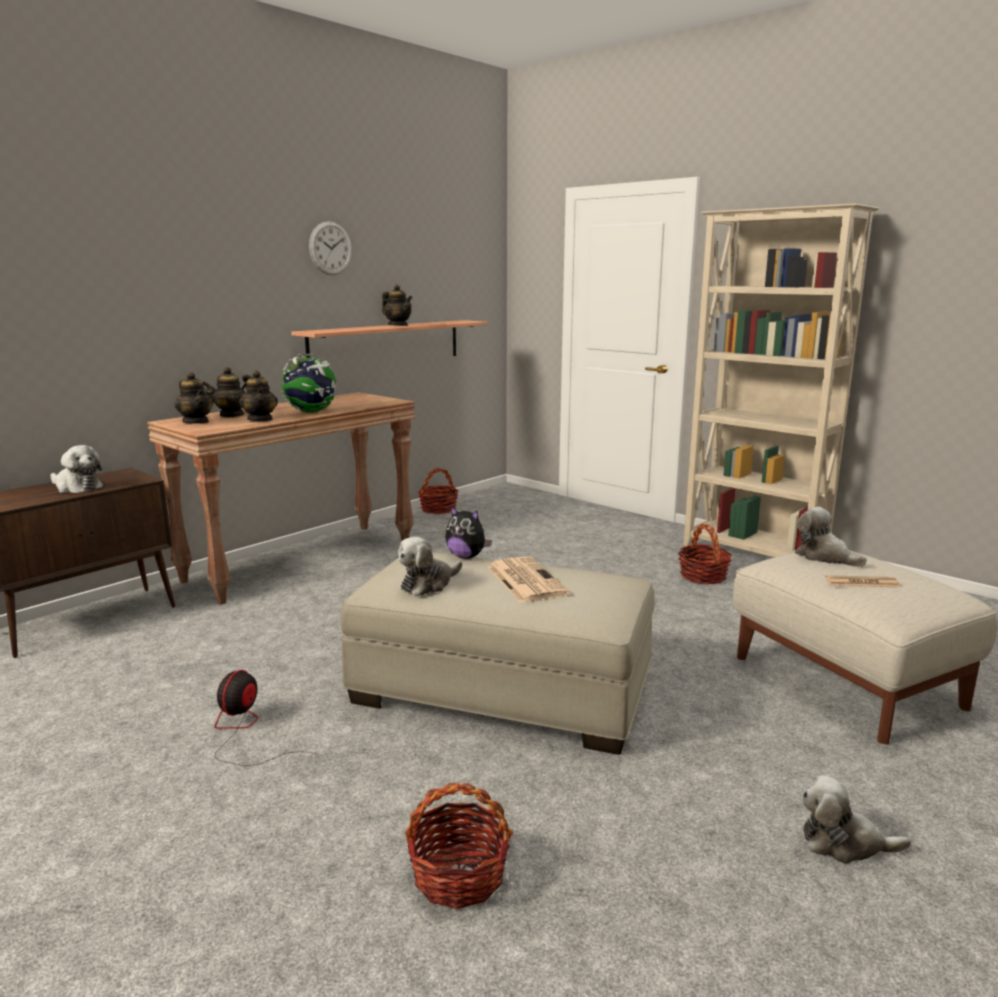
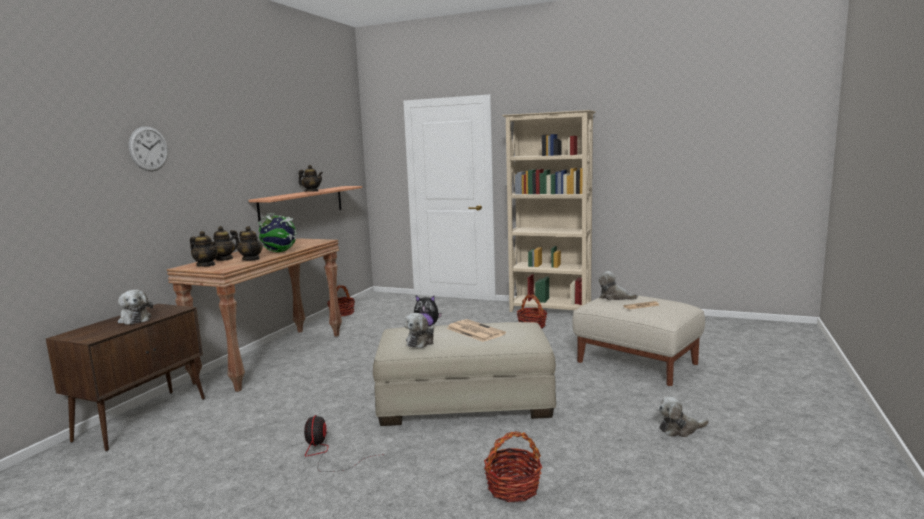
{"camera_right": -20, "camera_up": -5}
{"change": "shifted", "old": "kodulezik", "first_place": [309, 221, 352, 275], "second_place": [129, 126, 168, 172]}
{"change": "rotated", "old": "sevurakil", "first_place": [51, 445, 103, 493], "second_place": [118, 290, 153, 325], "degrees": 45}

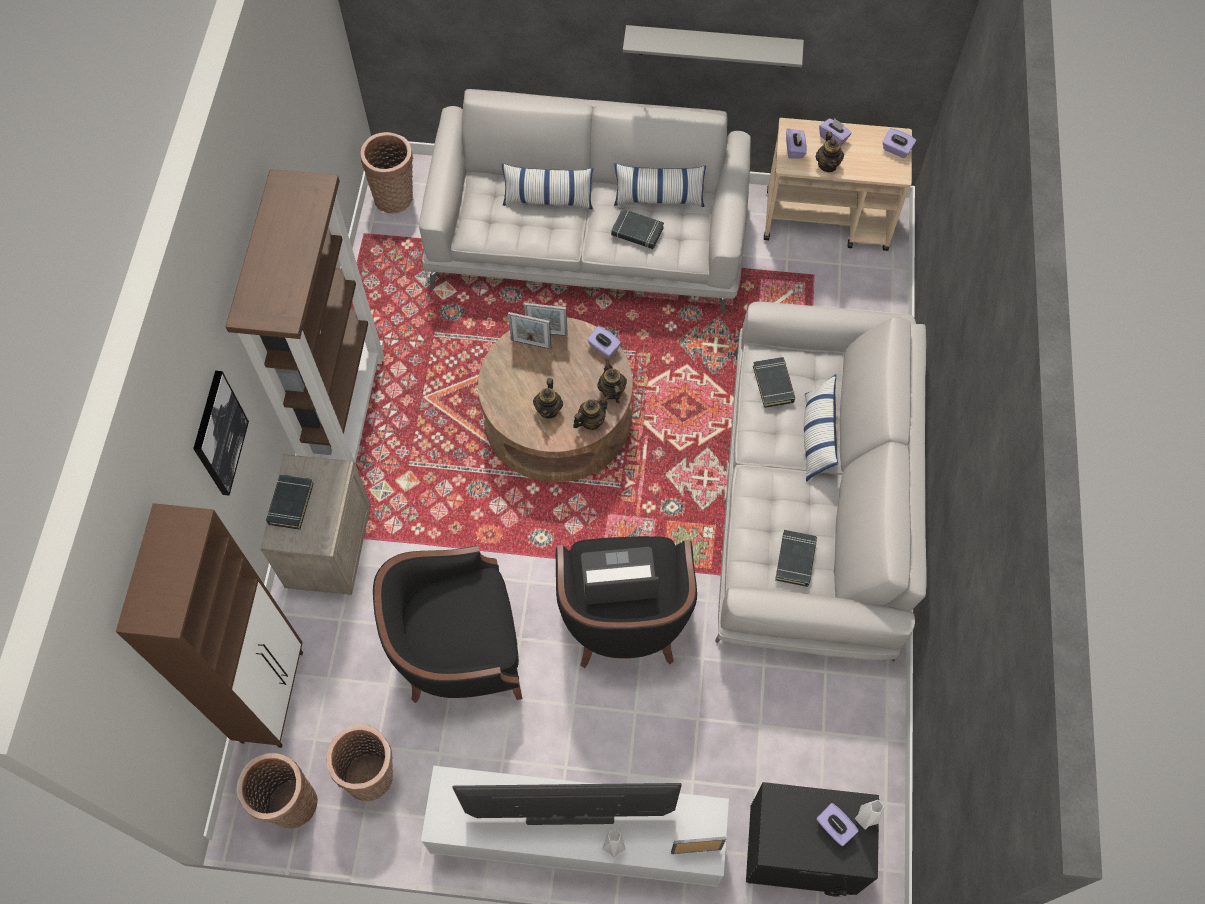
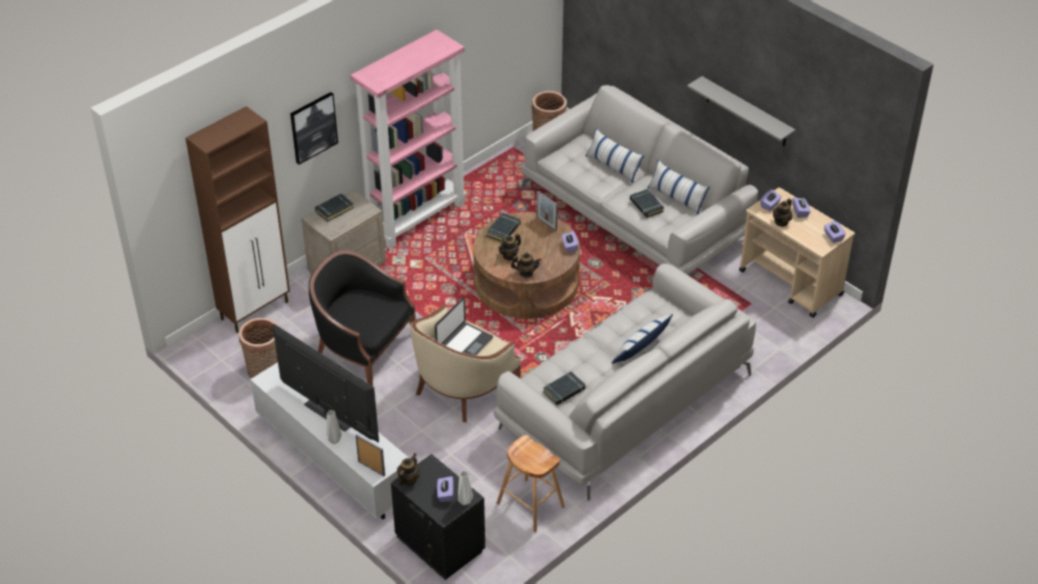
{"camera_right": 40, "camera_up": -20}
{"change": "repainted", "old": "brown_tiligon", "new": "pink_tiligon", "first_place": [226, 169, 384, 471], "second_place": [350, 29, 467, 249]}
{"change": "gone", "old": "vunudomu", "first_place": [508, 312, 552, 350]}
{"change": "shifted", "old": "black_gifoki", "first_place": [753, 357, 795, 408], "second_place": [487, 213, 521, 242]}
{"change": "shifted", "old": "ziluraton", "first_place": [598, 359, 627, 403], "second_place": [397, 453, 420, 486]}
{"change": "repainted", "old": "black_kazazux", "new": "beige_kazazux", "first_place": [556, 536, 697, 668], "second_place": [410, 305, 521, 422]}
{"change": "rotated", "old": "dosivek", "first_place": [581, 547, 660, 604], "second_place": [435, 298, 493, 355], "degrees": 90}
{"change": "gone", "old": "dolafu", "first_place": [236, 753, 318, 828]}
{"change": "new", "new": "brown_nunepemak", "second_place": [497, 435, 565, 532]}

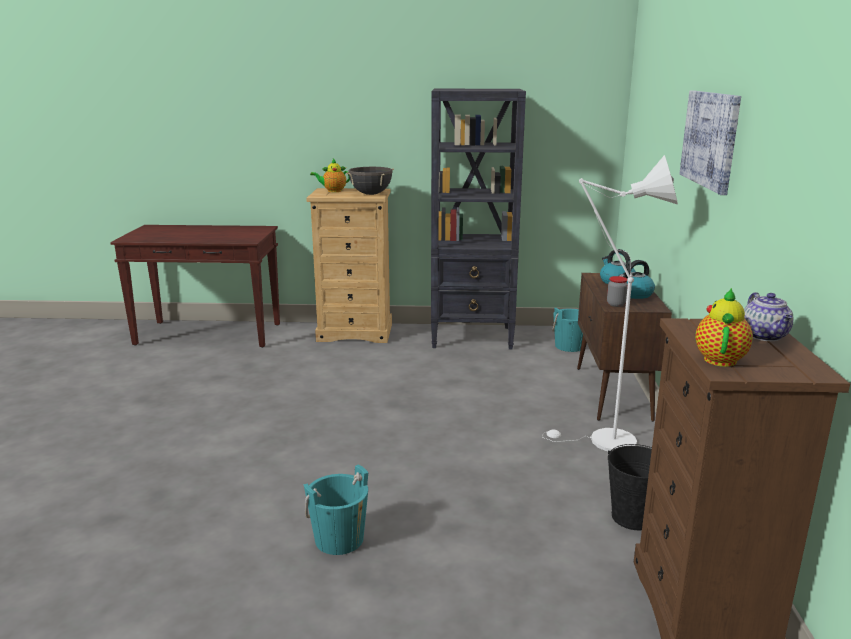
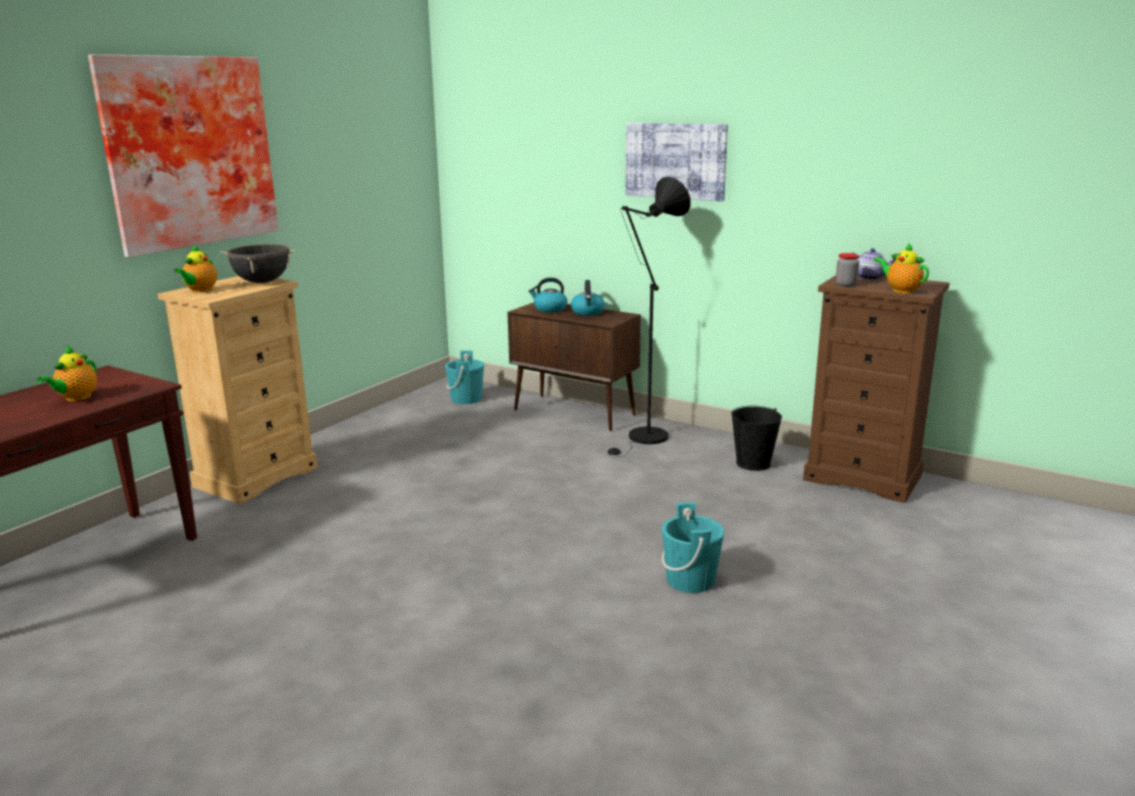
{"camera_right": -60, "camera_up": 0}
{"change": "gone", "old": "black_tiligon", "first_place": [431, 89, 526, 349]}
{"change": "repainted", "old": "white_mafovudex", "new": "black_mafovudex", "first_place": [542, 155, 678, 451], "second_place": [607, 177, 691, 457]}
{"change": "shifted", "old": "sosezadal", "first_place": [607, 276, 628, 307], "second_place": [836, 253, 860, 287]}
{"change": "new", "new": "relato", "second_place": [88, 54, 279, 257]}
{"change": "new", "new": "ziluraton", "second_place": [37, 345, 97, 401]}

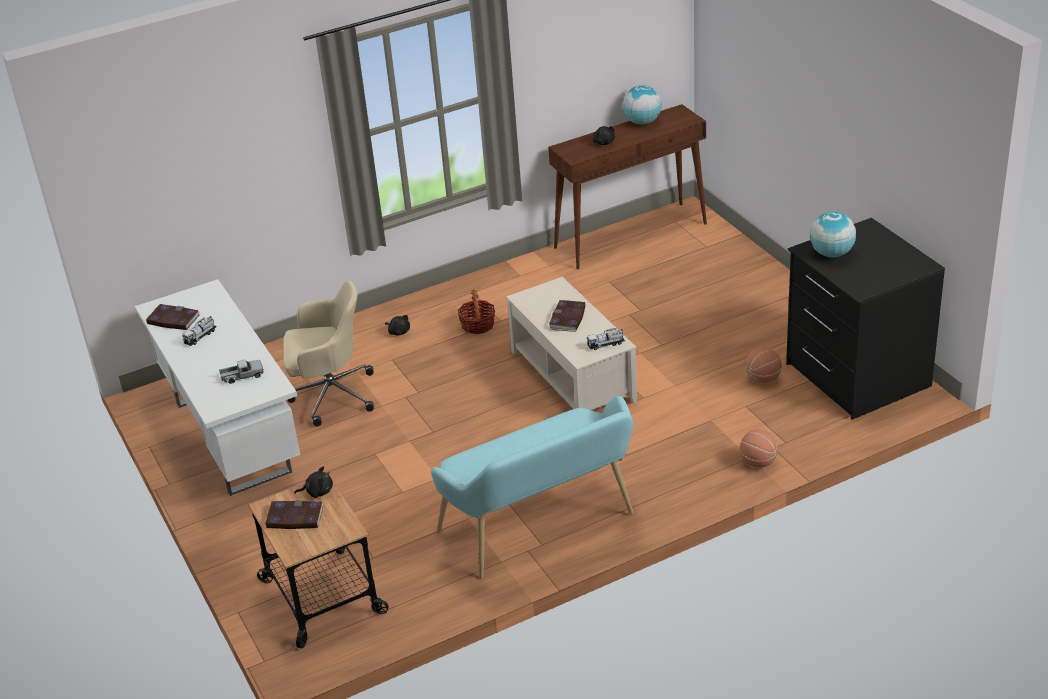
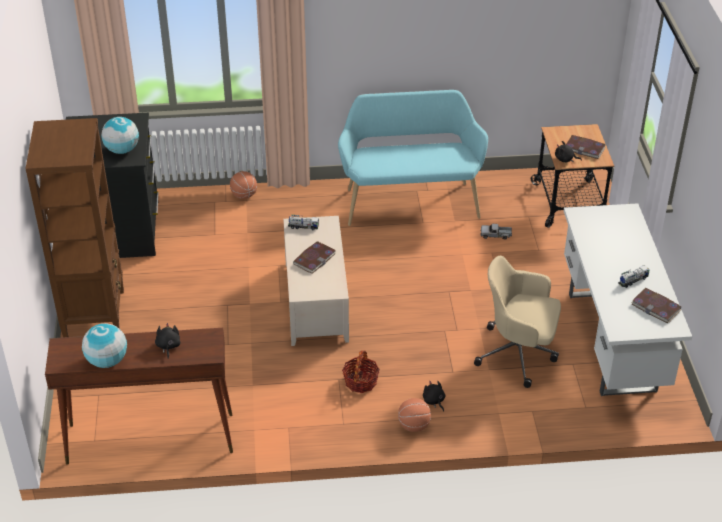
{"camera_right": -160, "camera_up": 5}
{"change": "shifted", "old": "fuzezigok", "first_place": [746, 347, 782, 383], "second_place": [398, 398, 431, 432]}
{"change": "shifted", "old": "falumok", "first_place": [219, 360, 264, 384], "second_place": [480, 224, 512, 239]}
{"change": "new", "new": "brown_tiligon", "second_place": [25, 118, 124, 337]}

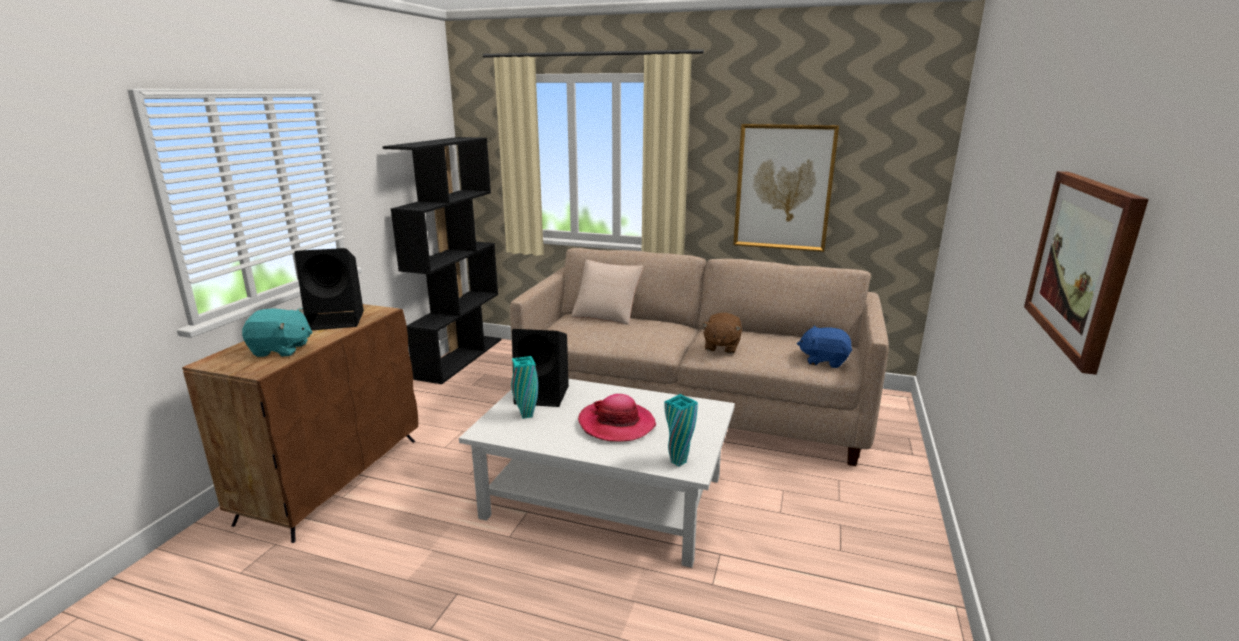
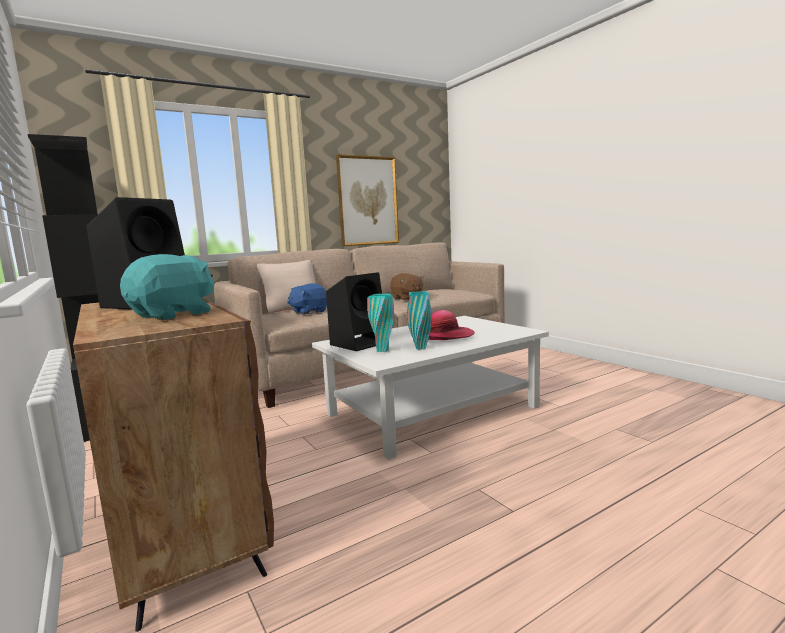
{"camera_right": -50, "camera_up": -10}
{"change": "gone", "old": "relato", "first_place": [1024, 171, 1149, 375]}
{"change": "shifted", "old": "blue_sevurakil", "first_place": [797, 326, 852, 368], "second_place": [287, 283, 327, 315]}
{"change": "shifted", "old": "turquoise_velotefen", "first_place": [664, 394, 698, 467], "second_place": [407, 291, 432, 350]}

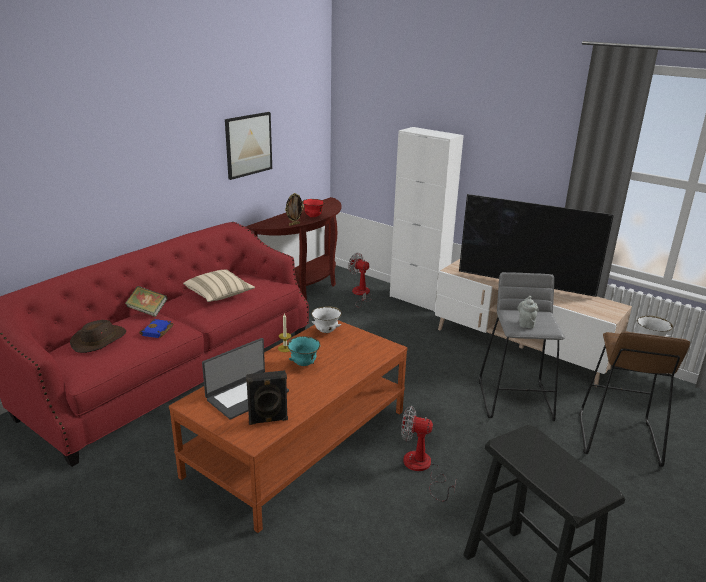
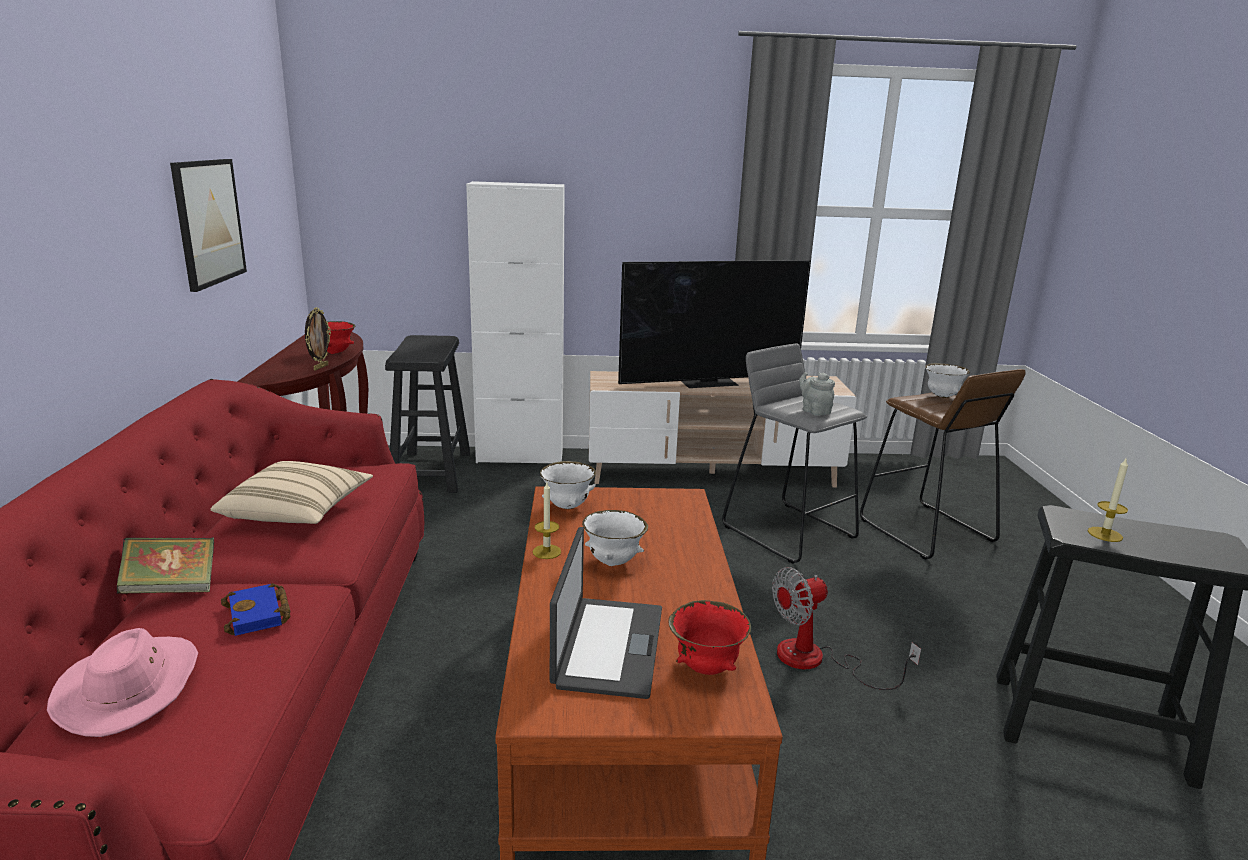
{"camera_right": -40, "camera_up": -5}
{"change": "swapped", "old": "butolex", "new": "black_nunepemak", "first_place": [348, 253, 372, 308], "second_place": [385, 335, 470, 493]}
{"change": "repainted", "old": "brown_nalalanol", "new": "pink_nalalanol", "first_place": [70, 320, 126, 353], "second_place": [47, 628, 198, 737]}
{"change": "repainted", "old": "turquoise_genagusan", "new": "white_genagusan", "first_place": [287, 336, 320, 366], "second_place": [582, 510, 648, 566]}
{"change": "swapped", "old": "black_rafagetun", "new": "red_genagusan", "first_place": [246, 370, 288, 425], "second_place": [669, 600, 751, 675]}
{"change": "new", "new": "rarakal", "second_place": [1088, 459, 1128, 542]}

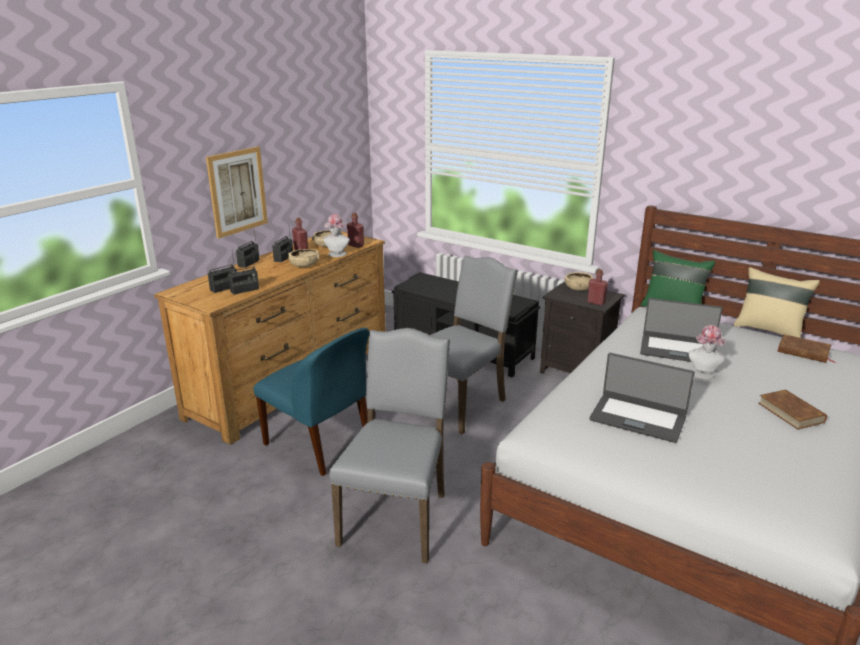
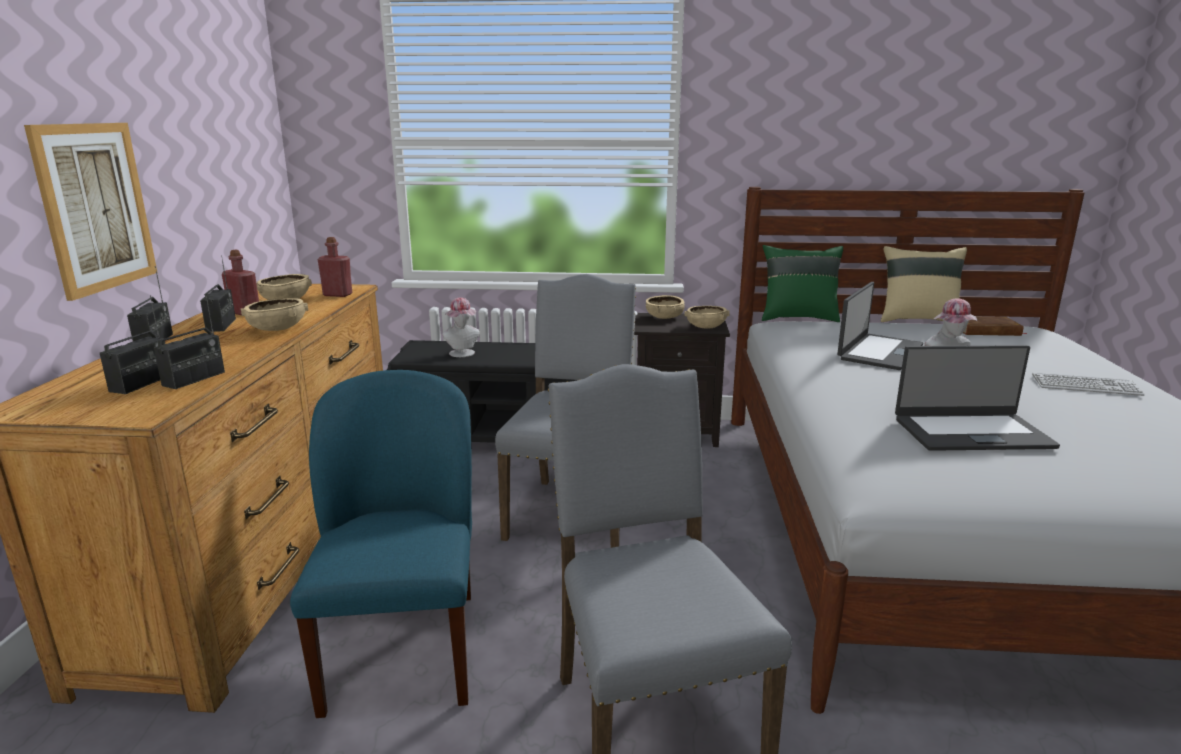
{"camera_right": -30, "camera_up": -5}
{"change": "shifted", "old": "nalalanol", "first_place": [323, 214, 350, 257], "second_place": [442, 298, 480, 357]}
{"change": "swapped", "old": "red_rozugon", "new": "beige_genagusan", "first_place": [587, 269, 608, 306], "second_place": [685, 306, 730, 329]}
{"change": "rotated", "old": "dosivek", "first_place": [640, 298, 723, 362], "second_place": [837, 282, 923, 370], "degrees": -45}
{"change": "rotated", "old": "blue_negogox", "first_place": [254, 328, 369, 476], "second_place": [290, 370, 472, 718], "degrees": -105}
{"change": "swapped", "old": "brown_gifoki", "new": "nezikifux", "first_place": [758, 389, 827, 430], "second_place": [1032, 373, 1145, 396]}

